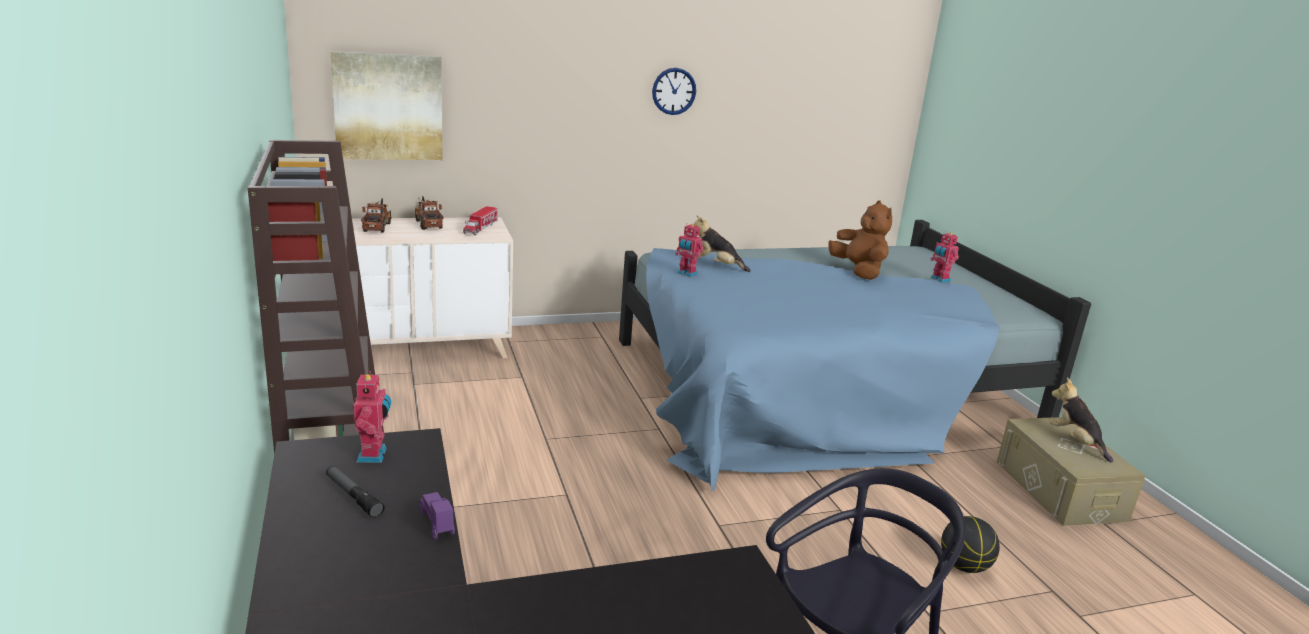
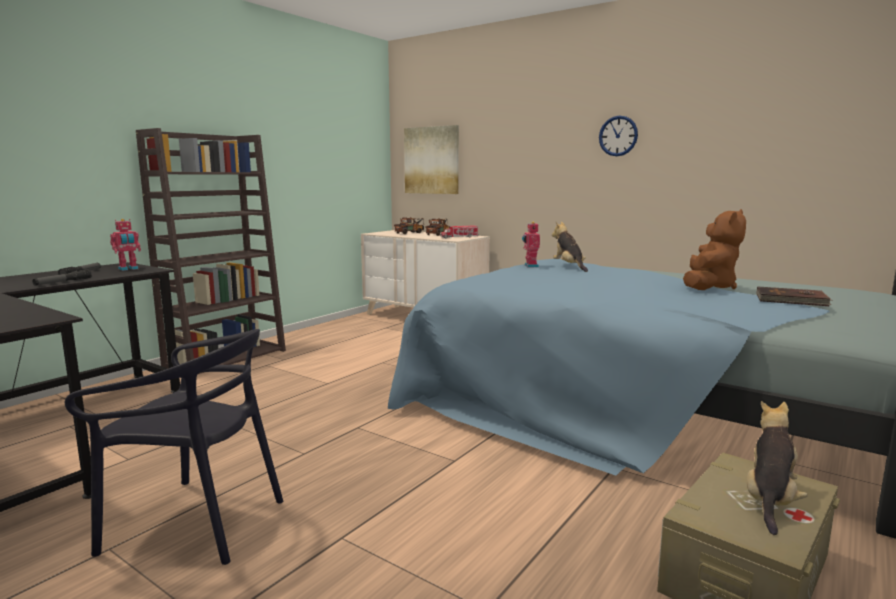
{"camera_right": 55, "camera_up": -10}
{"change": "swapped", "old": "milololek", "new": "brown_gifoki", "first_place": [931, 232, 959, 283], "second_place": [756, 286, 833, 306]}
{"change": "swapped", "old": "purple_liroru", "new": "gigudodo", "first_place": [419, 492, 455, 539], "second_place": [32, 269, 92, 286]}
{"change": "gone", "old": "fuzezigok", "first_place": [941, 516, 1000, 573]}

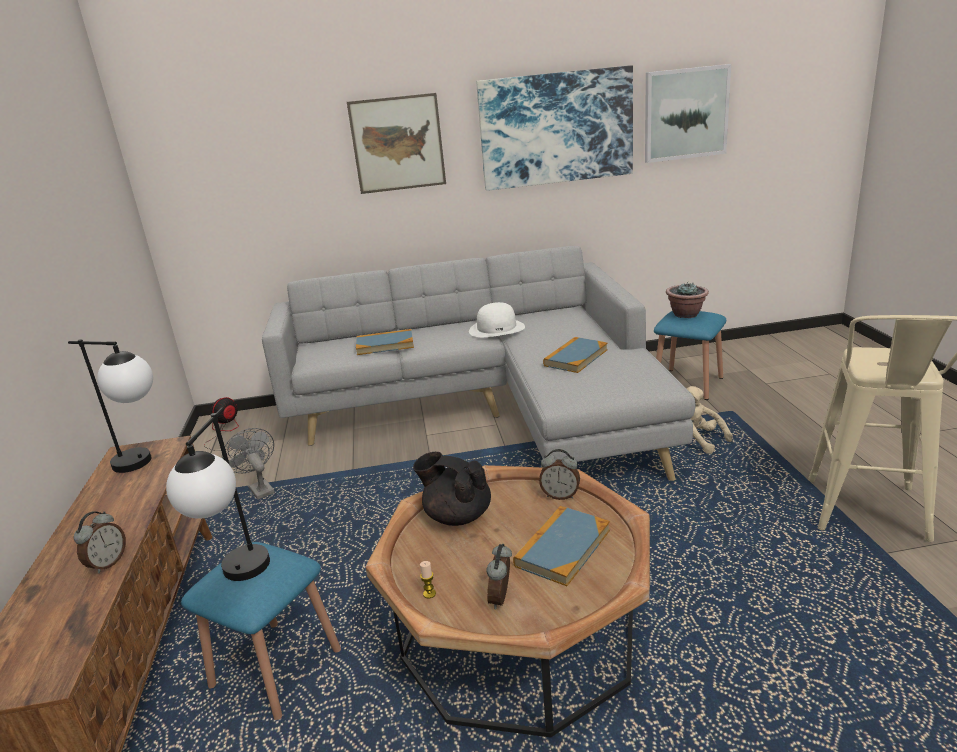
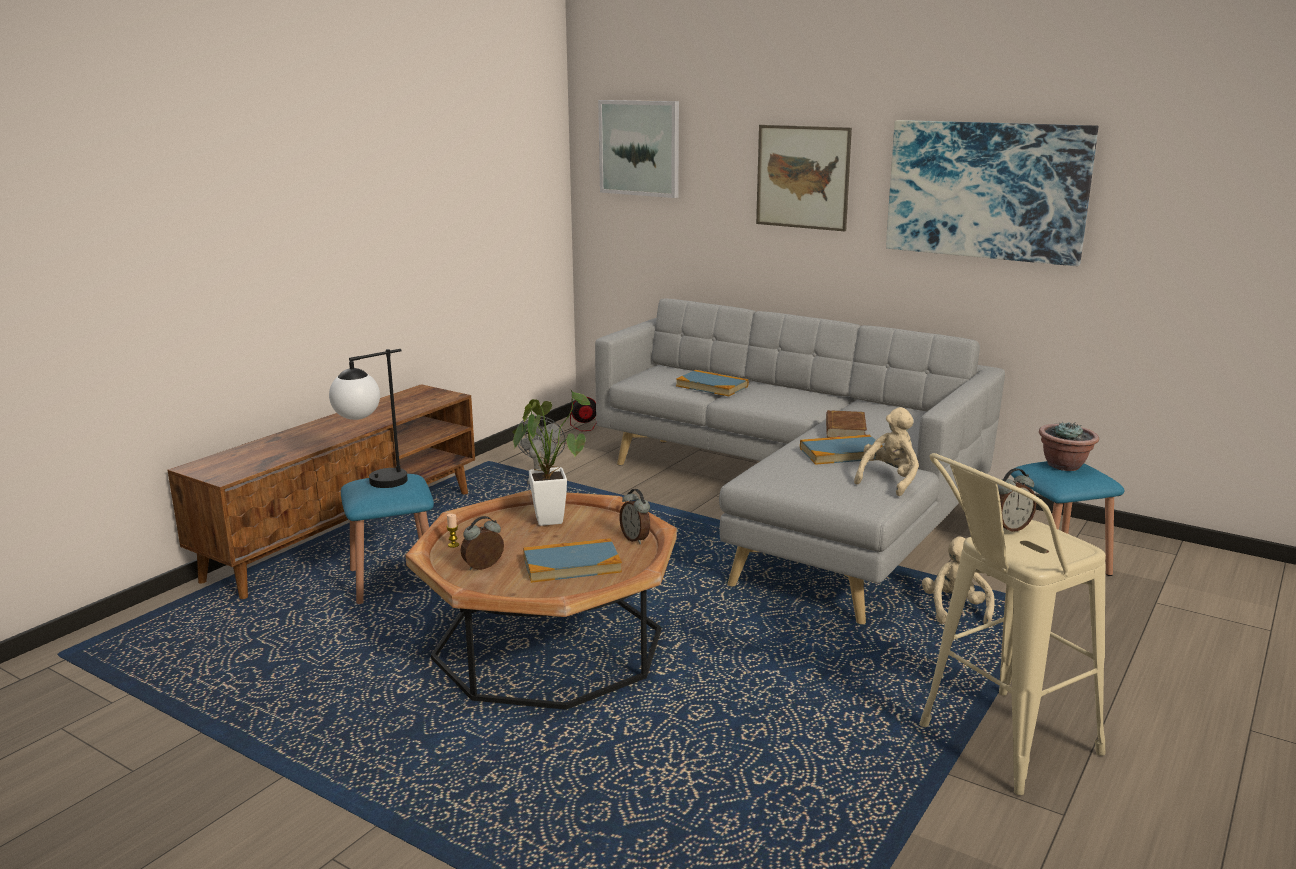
{"camera_right": 40, "camera_up": -5}
{"change": "shifted", "old": "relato", "first_place": [645, 64, 731, 163], "second_place": [598, 100, 679, 198]}
{"change": "gone", "old": "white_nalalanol", "first_place": [469, 302, 525, 337]}
{"change": "gone", "old": "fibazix", "first_place": [68, 339, 153, 473]}
{"change": "swapped", "old": "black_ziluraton", "new": "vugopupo", "first_place": [413, 452, 491, 526], "second_place": [513, 390, 590, 526]}
{"change": "shifted", "old": "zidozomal", "first_place": [74, 511, 126, 574], "second_place": [997, 468, 1036, 532]}
{"change": "new", "new": "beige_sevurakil", "second_place": [854, 407, 919, 496]}
{"change": "new", "new": "brown_gifoki", "second_place": [826, 410, 867, 438]}

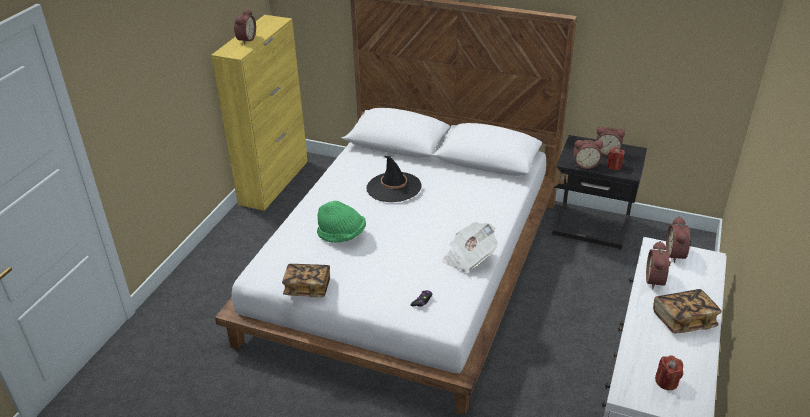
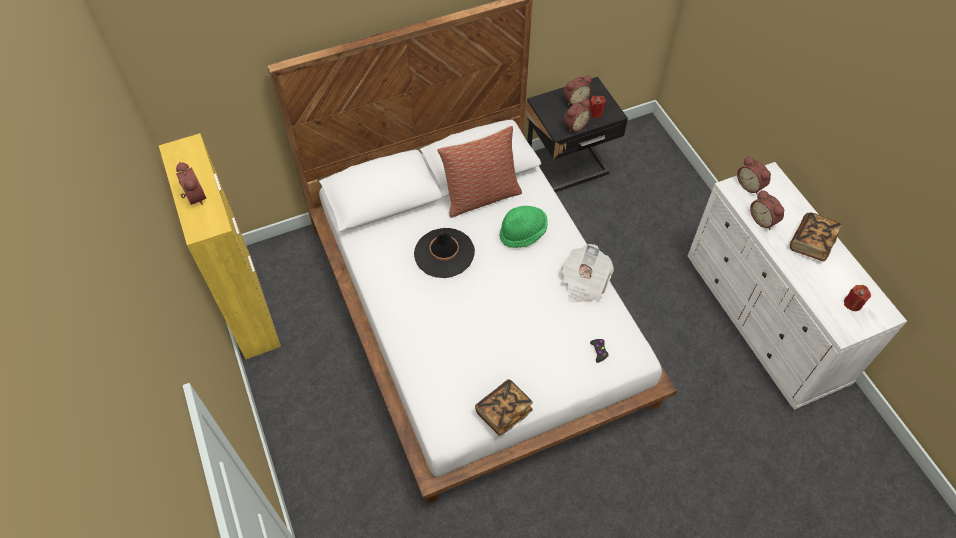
{"camera_right": -45, "camera_up": 20}
{"change": "shifted", "old": "green_nalalanol", "first_place": [317, 201, 366, 243], "second_place": [499, 206, 548, 248]}
{"change": "new", "new": "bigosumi", "second_place": [437, 126, 522, 218]}

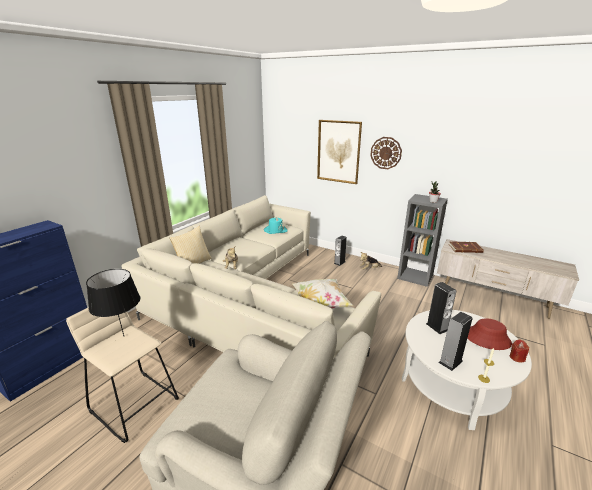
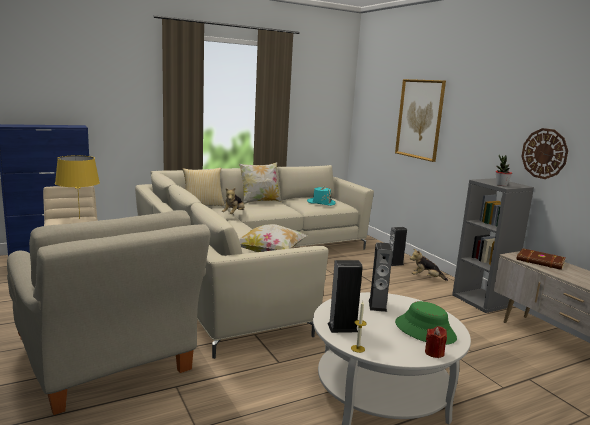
{"camera_right": 30, "camera_up": -10}
{"change": "shifted", "old": "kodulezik", "first_place": [370, 137, 402, 169], "second_place": [521, 128, 568, 179]}
{"change": "repainted", "old": "black_fibazix", "new": "yellow_fibazix", "first_place": [86, 269, 140, 336], "second_place": [55, 155, 100, 219]}
{"change": "repainted", "old": "red_nalalanol", "new": "green_nalalanol", "first_place": [467, 318, 512, 350], "second_place": [395, 301, 457, 345]}
{"change": "new", "new": "bigosumi", "second_place": [239, 162, 282, 204]}

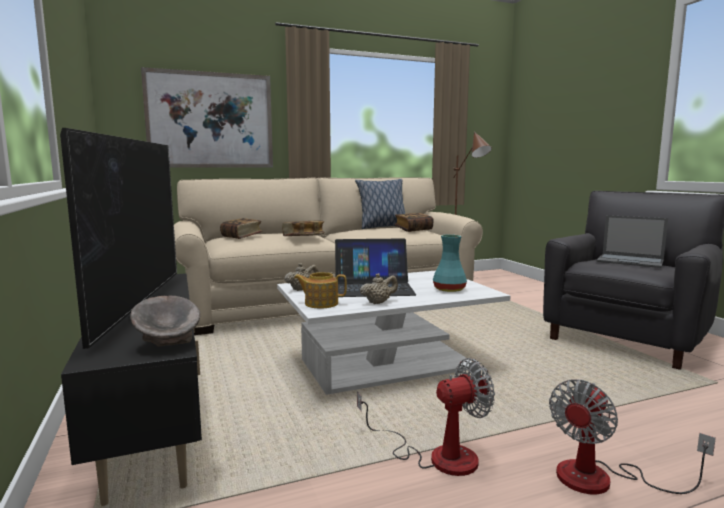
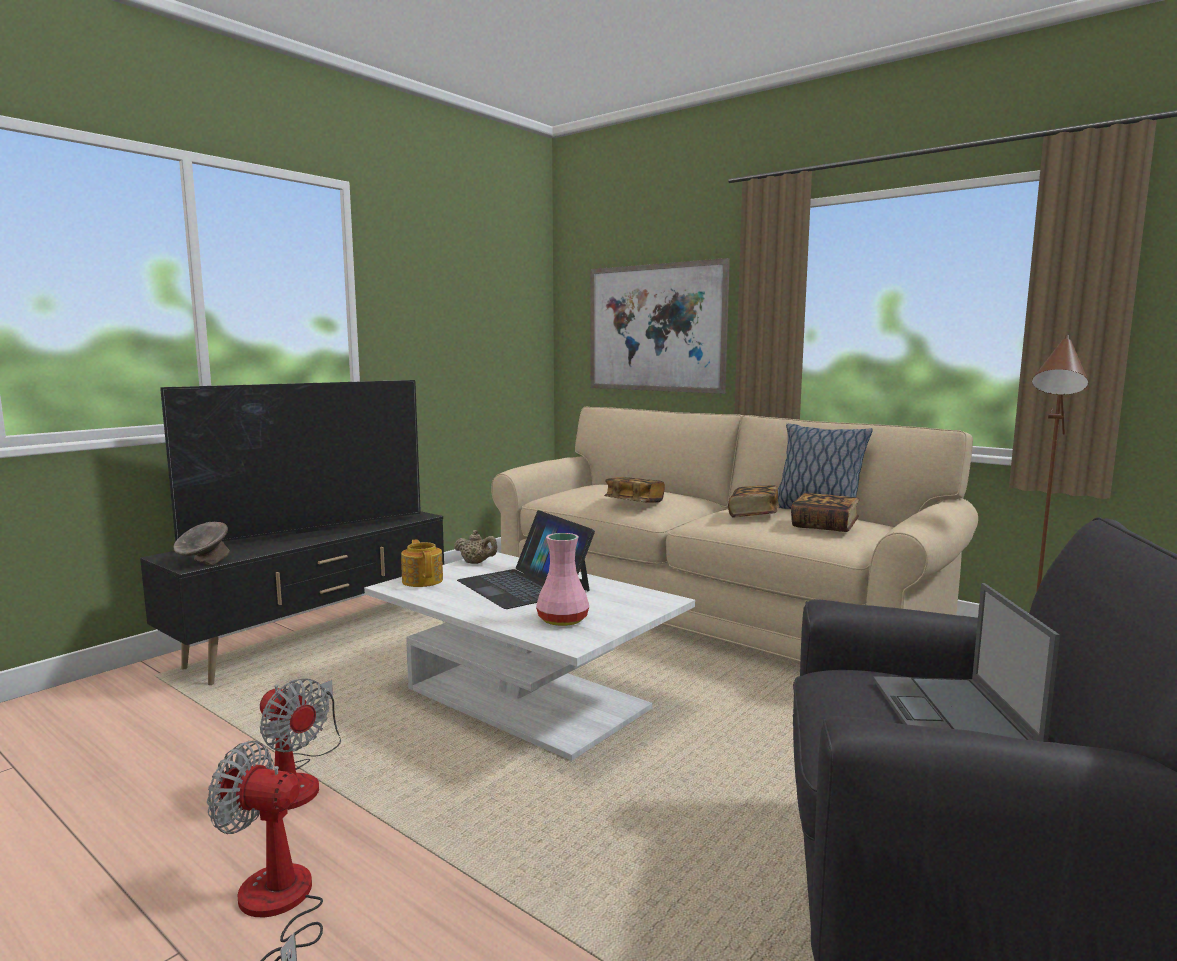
{"camera_right": 60, "camera_up": 0}
{"change": "shifted", "old": "gifoki", "first_place": [220, 218, 263, 239], "second_place": [728, 485, 779, 517]}
{"change": "repainted", "old": "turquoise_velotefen", "new": "pink_velotefen", "first_place": [433, 234, 467, 292], "second_place": [536, 533, 589, 626]}
{"change": "gone", "old": "beige_ziluraton", "first_place": [360, 273, 398, 304]}

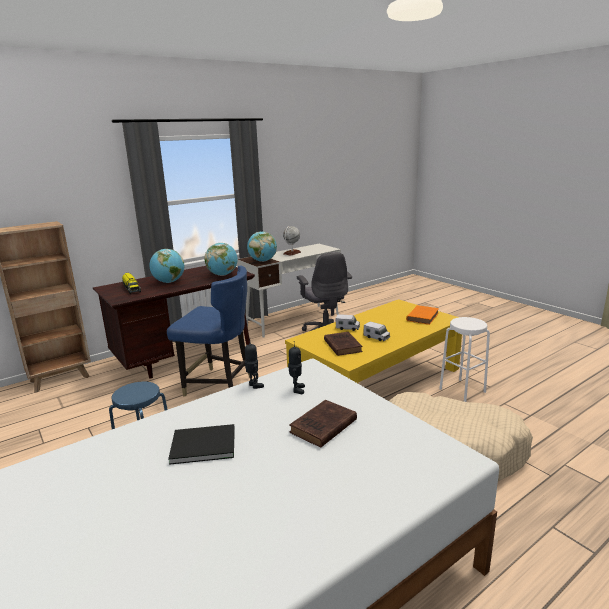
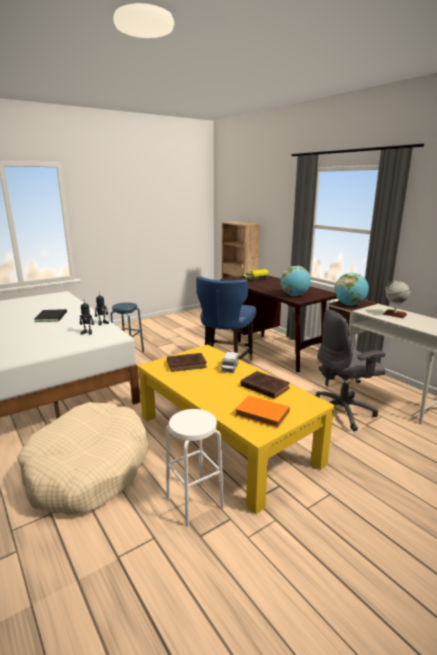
{"camera_right": 90, "camera_up": 0}
{"change": "gone", "old": "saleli", "first_place": [149, 249, 184, 283]}
{"change": "gone", "old": "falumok", "first_place": [363, 321, 390, 341]}
{"change": "shifted", "old": "brown_gifoki", "first_place": [289, 400, 357, 448], "second_place": [241, 371, 290, 399]}

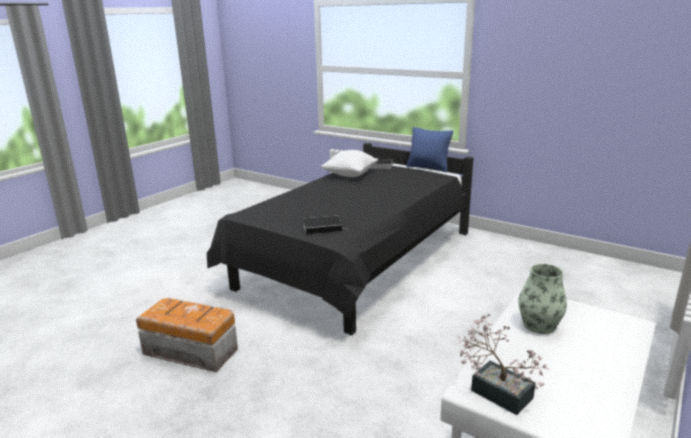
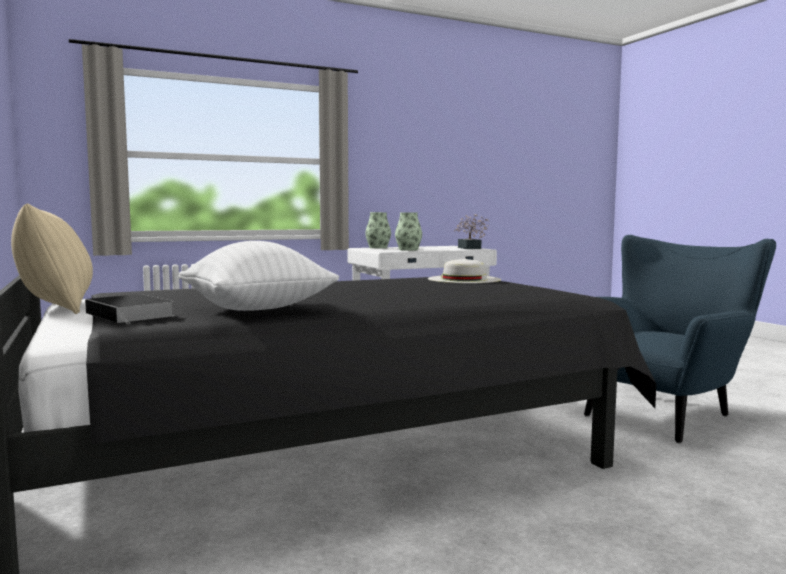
{"camera_right": -150, "camera_up": -15}
{"change": "repainted", "old": "blue_bigosumi", "new": "beige_bigosumi", "first_place": [407, 127, 453, 172], "second_place": [11, 204, 93, 314]}
{"change": "swapped", "old": "gifoki", "new": "white_nalalanol", "first_place": [303, 216, 349, 234], "second_place": [428, 259, 501, 283]}
{"change": "swapped", "old": "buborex", "new": "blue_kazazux", "first_place": [136, 298, 238, 372], "second_place": [584, 235, 776, 443]}
{"change": "new", "new": "velotefen", "second_place": [365, 212, 391, 248]}

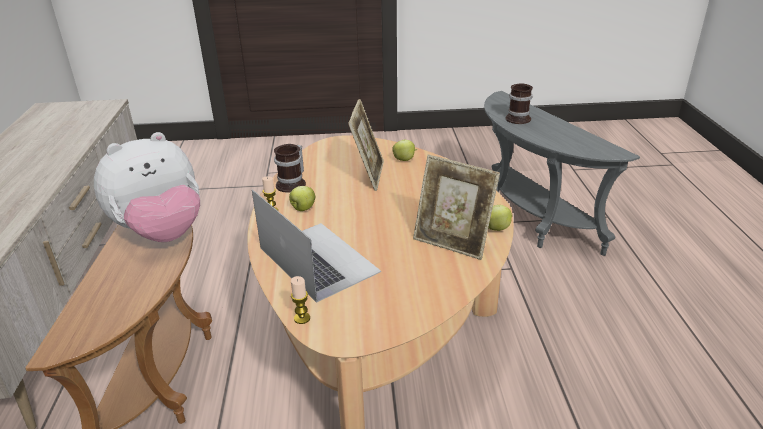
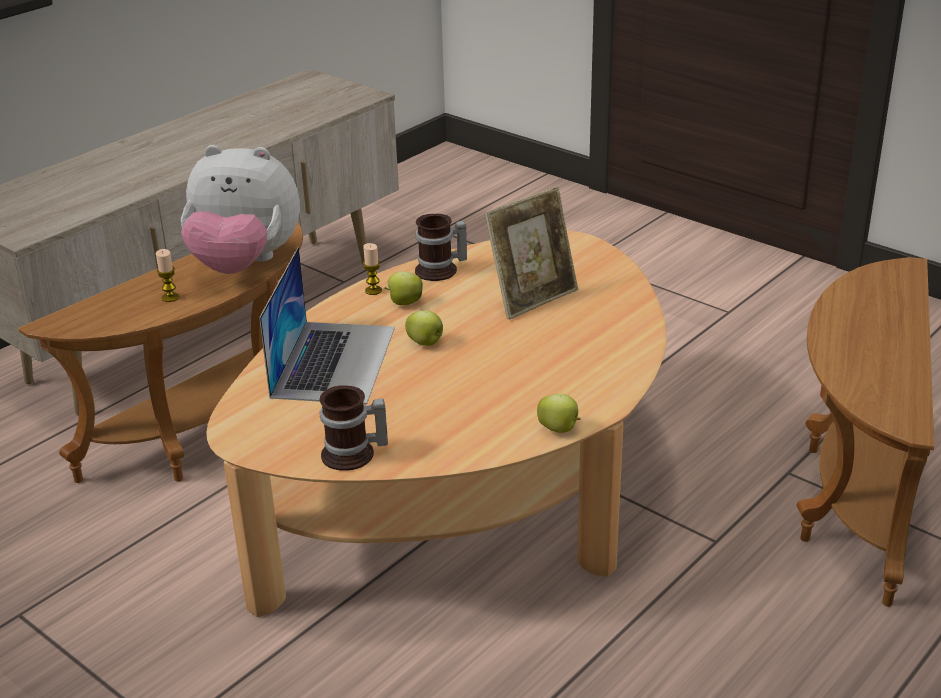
{"camera_right": 45, "camera_up": 0}
{"change": "shifted", "old": "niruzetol", "first_place": [506, 84, 533, 124], "second_place": [319, 385, 388, 471]}
{"change": "repainted", "old": "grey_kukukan", "new": "brown_kukukan", "first_place": [484, 91, 640, 256], "second_place": [797, 257, 934, 607]}
{"change": "shifted", "old": "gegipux", "first_place": [392, 140, 417, 161], "second_place": [405, 310, 443, 346]}
{"change": "gone", "old": "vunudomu", "first_place": [413, 155, 500, 260]}
{"change": "shifted", "old": "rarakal", "first_place": [291, 276, 310, 324], "second_place": [156, 249, 179, 302]}

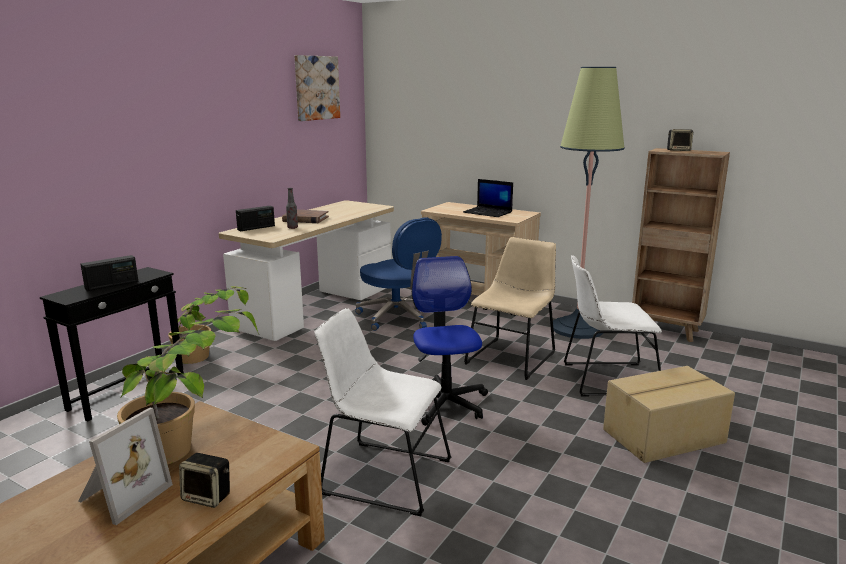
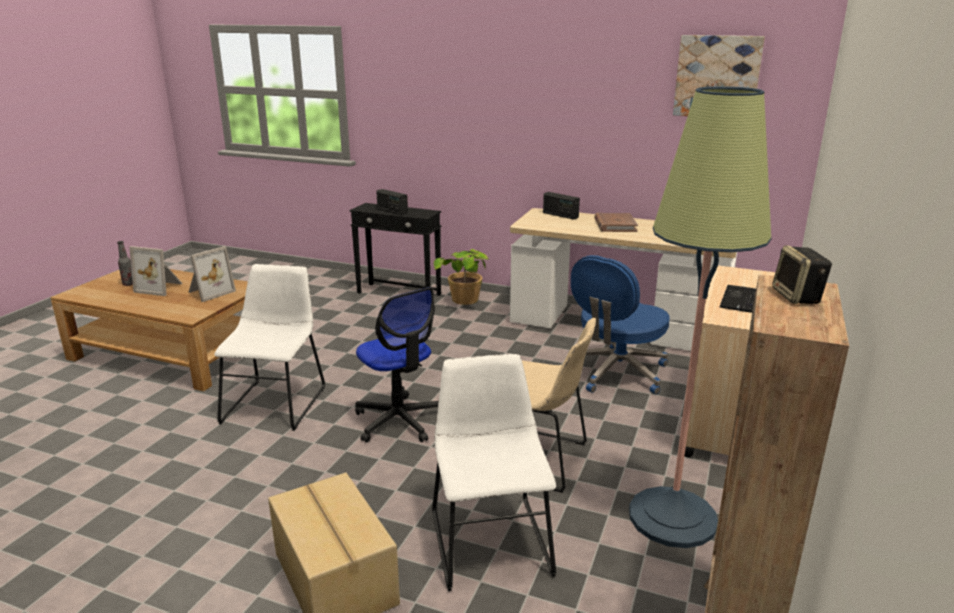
{"camera_right": 80, "camera_up": 5}
{"change": "shifted", "old": "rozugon", "first_place": [286, 188, 298, 229], "second_place": [117, 241, 133, 286]}
{"change": "rotated", "old": "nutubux", "first_place": [412, 256, 488, 426], "second_place": [355, 287, 439, 443], "degrees": 75}
{"change": "swapped", "old": "vugopupo", "new": "vunudomu", "first_place": [117, 309, 259, 464], "second_place": [189, 246, 236, 302]}
{"change": "gone", "old": "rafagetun", "first_place": [179, 453, 230, 508]}

